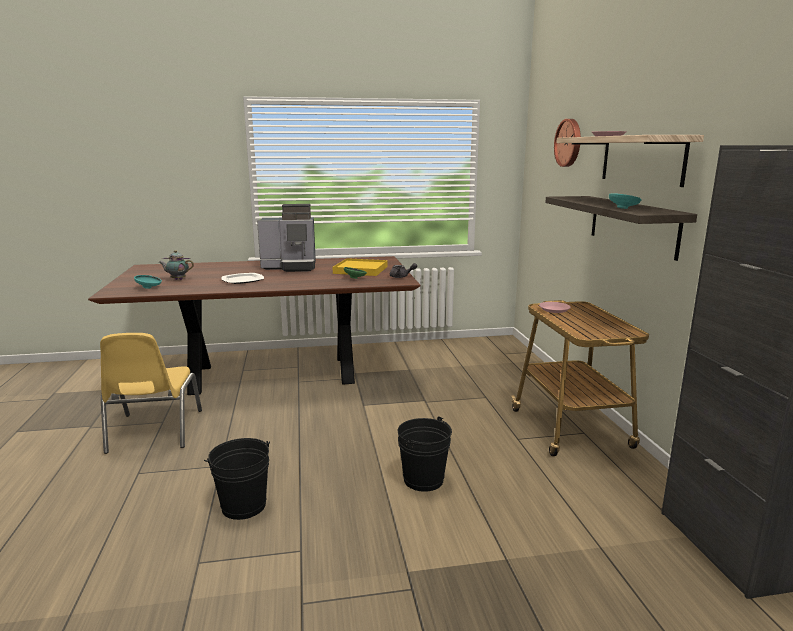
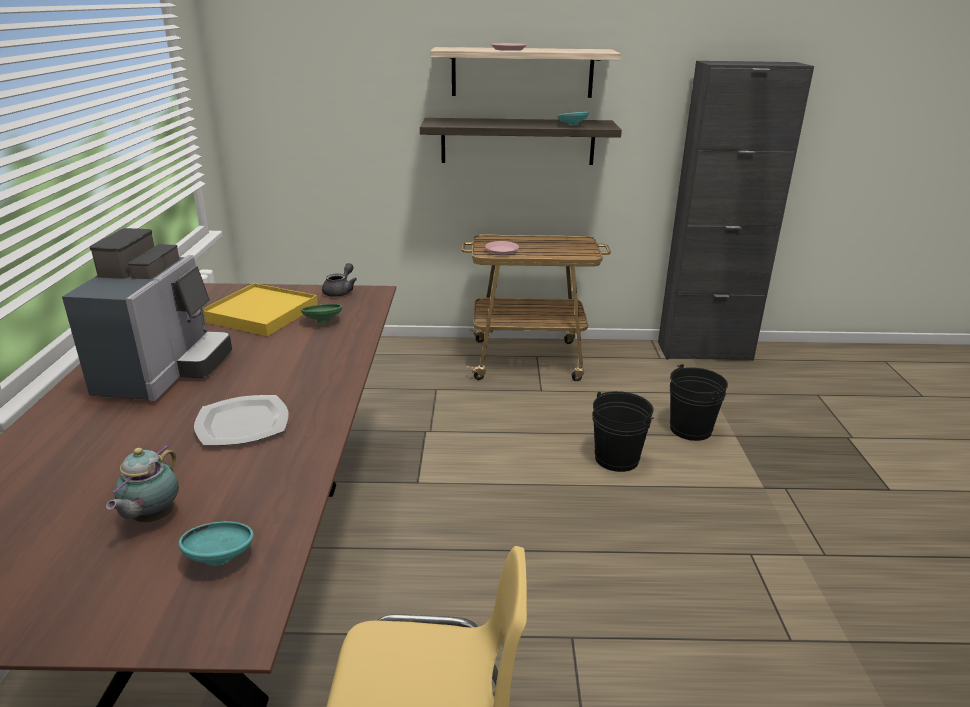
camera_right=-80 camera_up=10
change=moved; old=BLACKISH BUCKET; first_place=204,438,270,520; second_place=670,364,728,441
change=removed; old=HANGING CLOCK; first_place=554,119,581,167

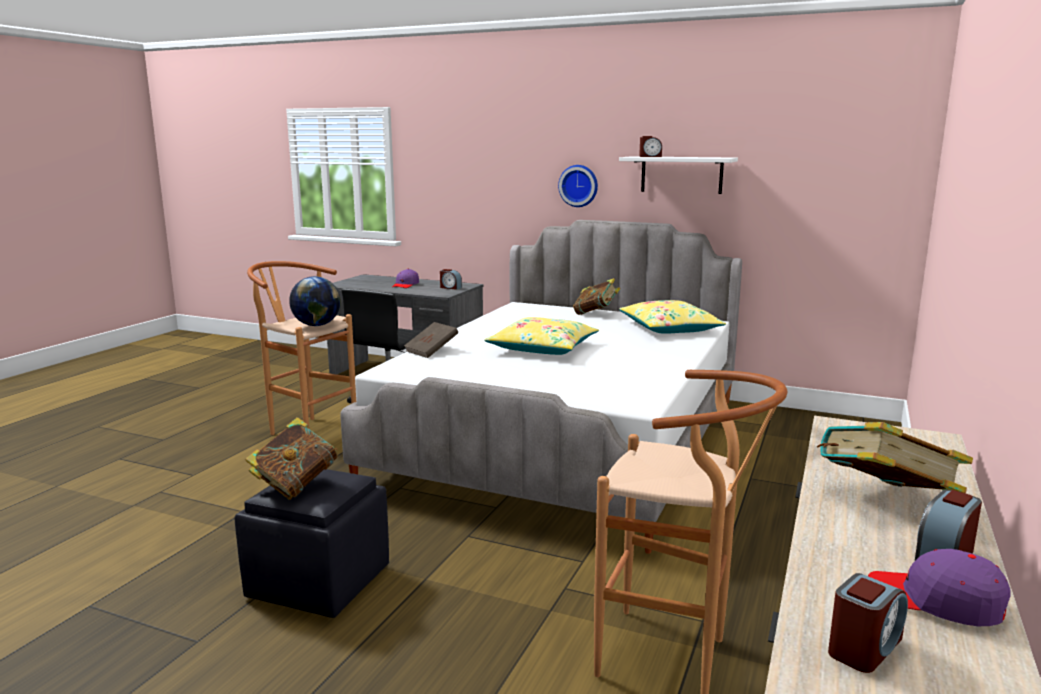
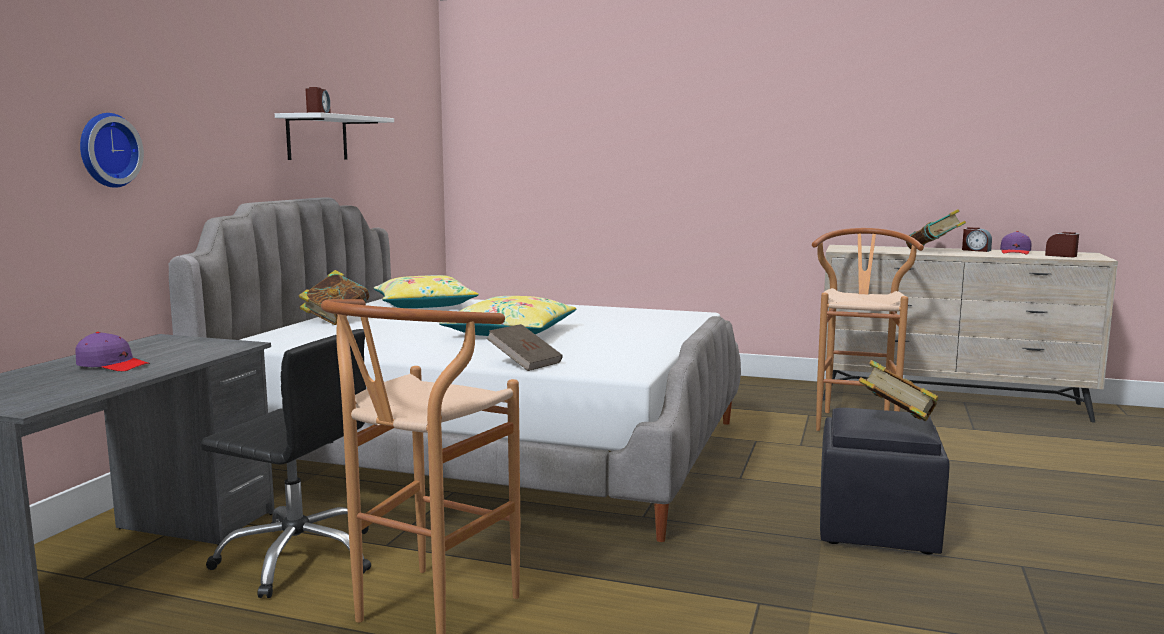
camera_right=-95 camera_up=-5
change=moved; old=HANGING CLOCK; first_place=558,165,598,207; second_place=80,113,144,188
change=removed; old=DESK GLOBE; first_place=289,276,341,326
change=removed; old=BEDSIDE CLOCK; first_place=440,269,462,290

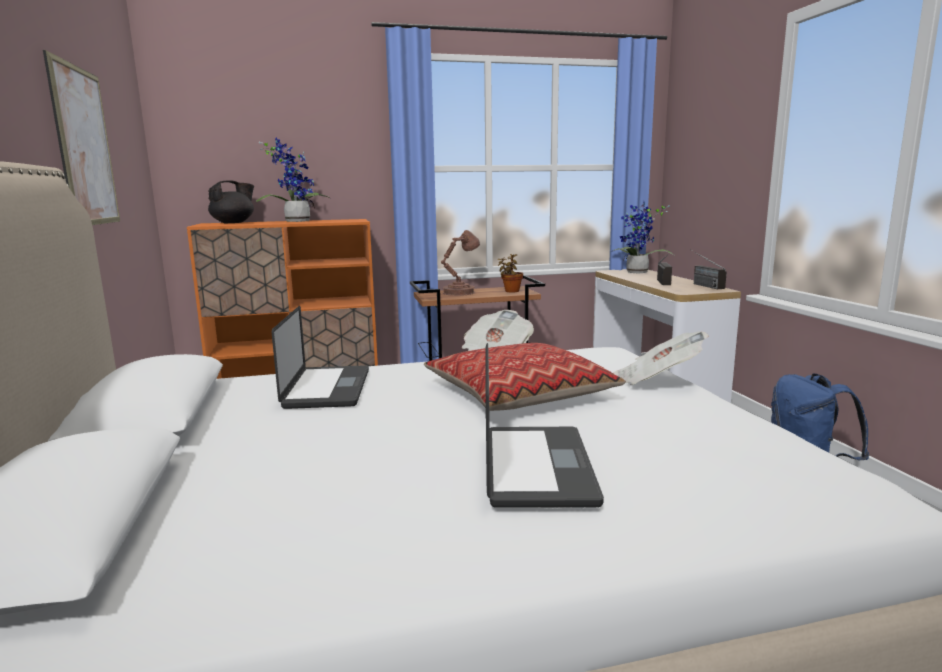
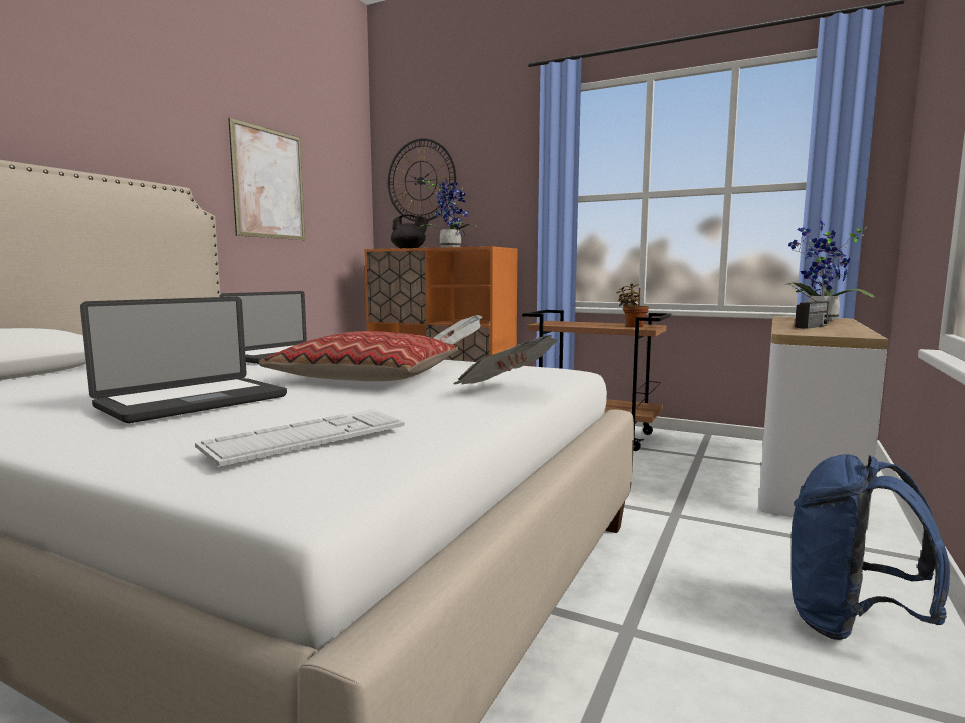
camera_right=40 camera_up=-5
change=added; new=PC KEYBOARD; second_place=195,409,405,467
change=added; new=HANGING CLOCK; second_place=388,138,456,222
change=removed; old=BROWNISH TABLE LAMP; first_place=441,230,480,296
change=removed; old=RADIO; first_place=690,249,727,289

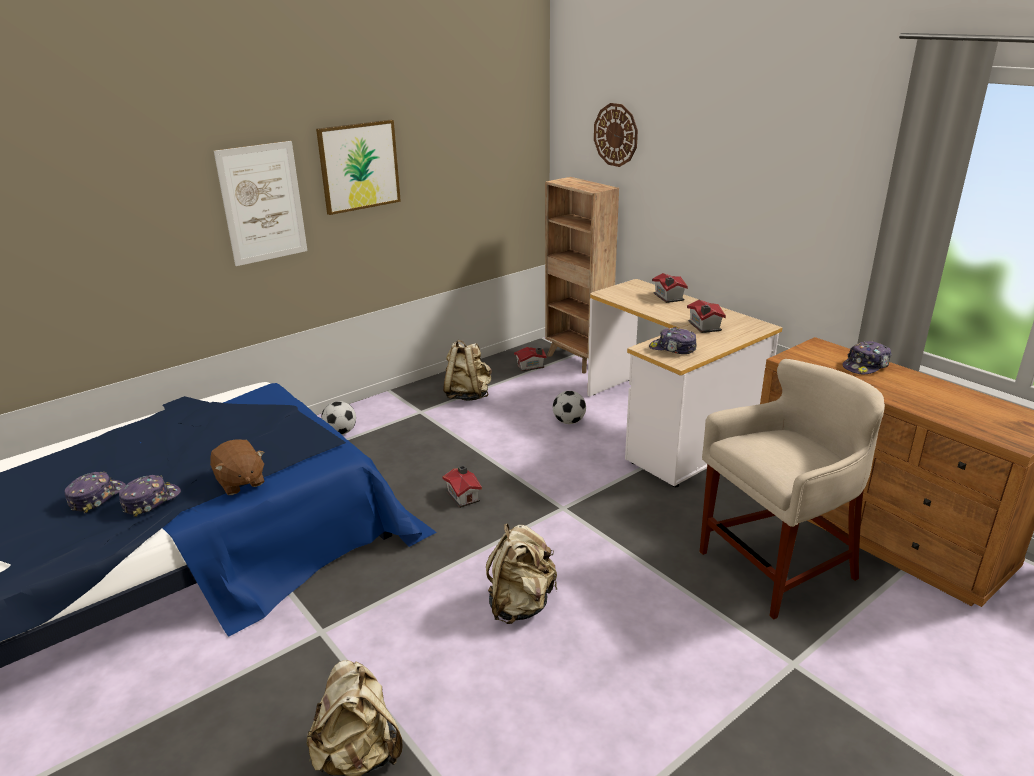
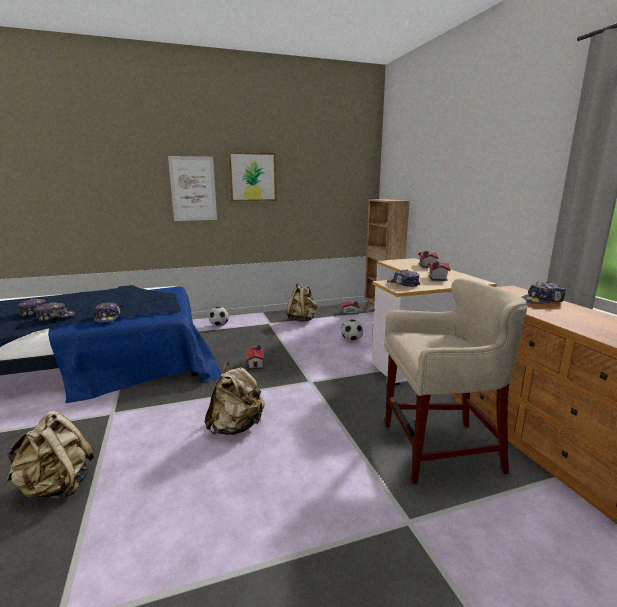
camera_right=20 camera_up=-10
change=replaced; old=BROWNISH PLUSH TOY; new=BASEBALL CAP; first_place=210,440,265,495; second_place=93,302,121,323
change=removed; old=HANGING CLOCK; first_place=594,103,638,167

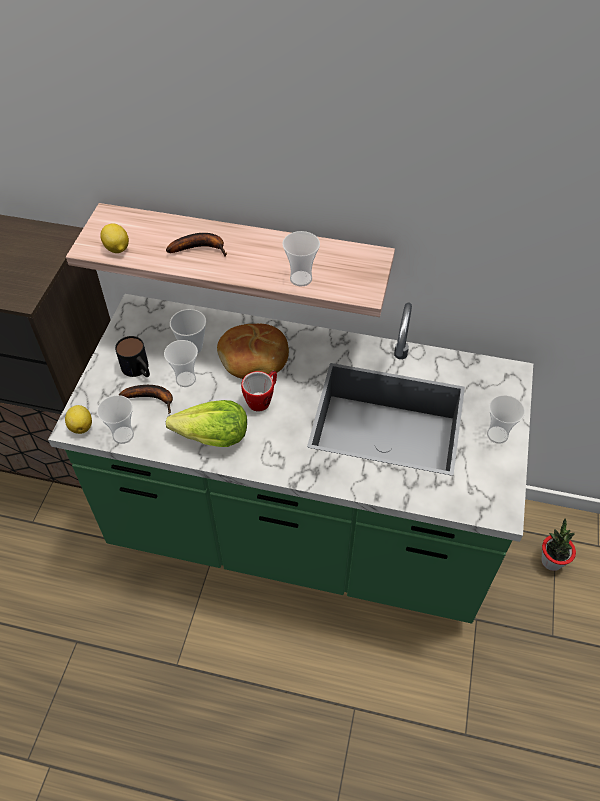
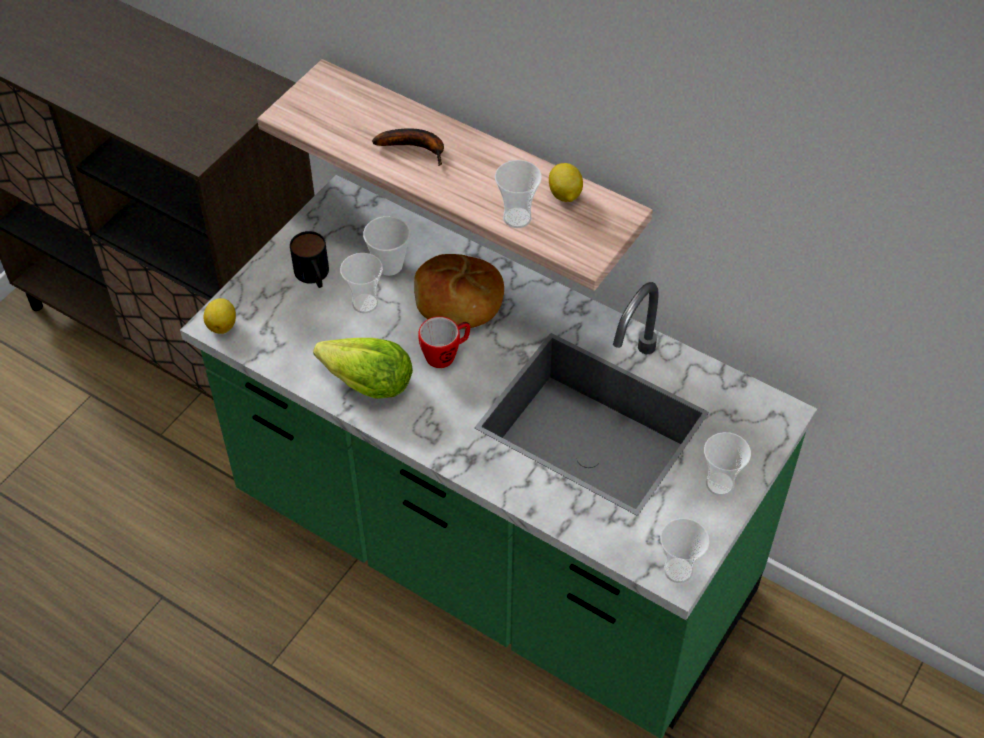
camera_right=20 camera_up=0
change=moved; old=CITRUS FRUIT; first_place=100,224,129,253; second_place=549,163,583,202
change=moved; old=CUP; first_place=97,395,134,444; second_place=660,518,710,583
change=removed; old=BANANA; first_place=119,385,173,414
change=removed; old=HOUSEPLANT; first_place=542,518,576,571

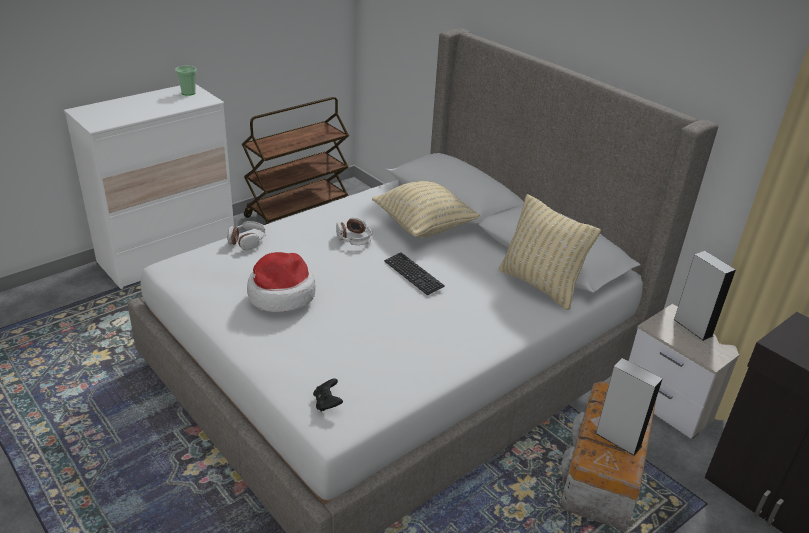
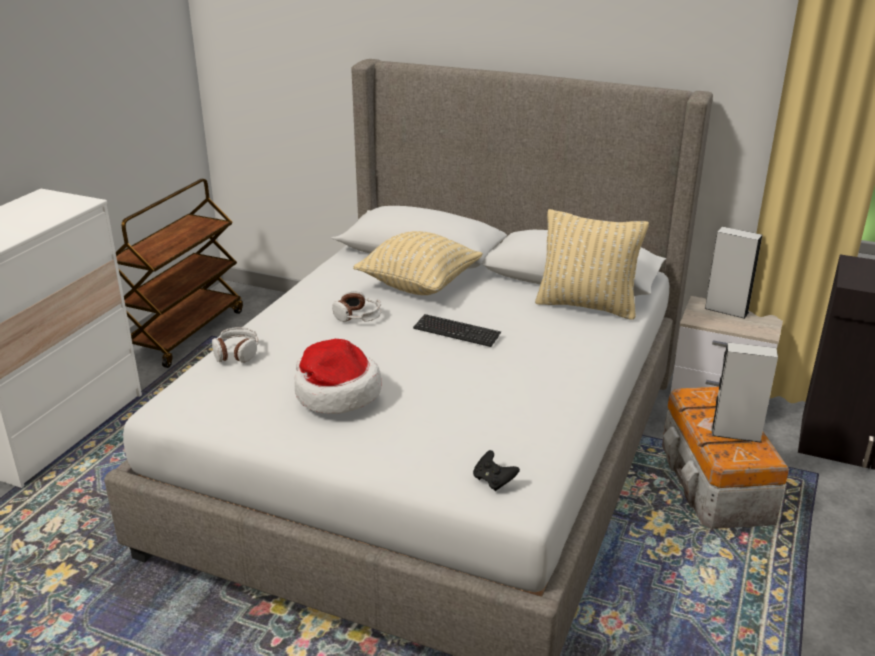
camera_right=-25 camera_up=-5
change=removed; old=CUP; first_place=175,66,197,96

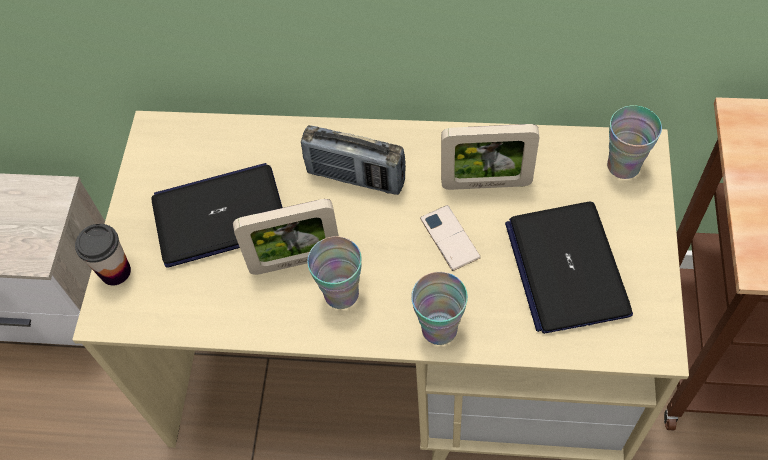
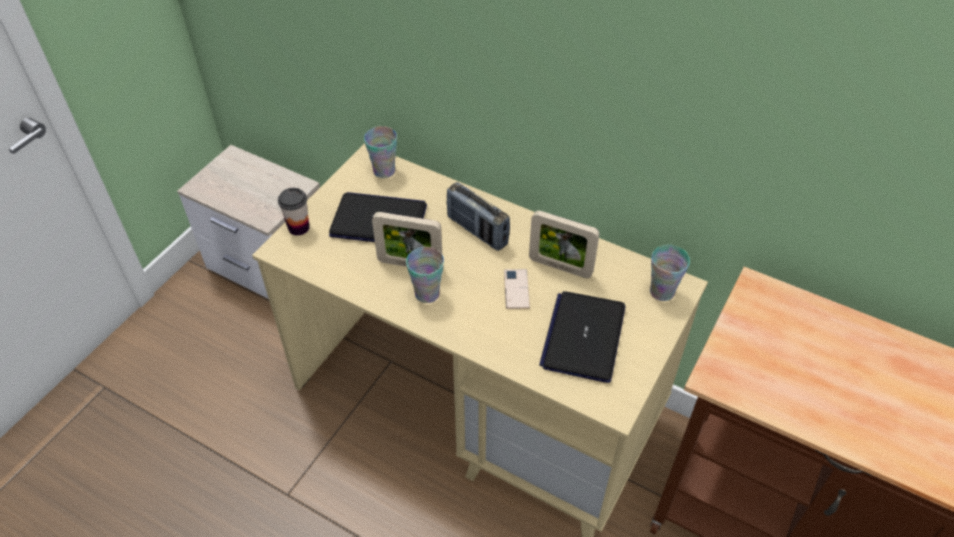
camera_right=20 camera_up=-10
change=moved; old=CUP; first_place=411,272,468,345; second_place=364,126,397,178

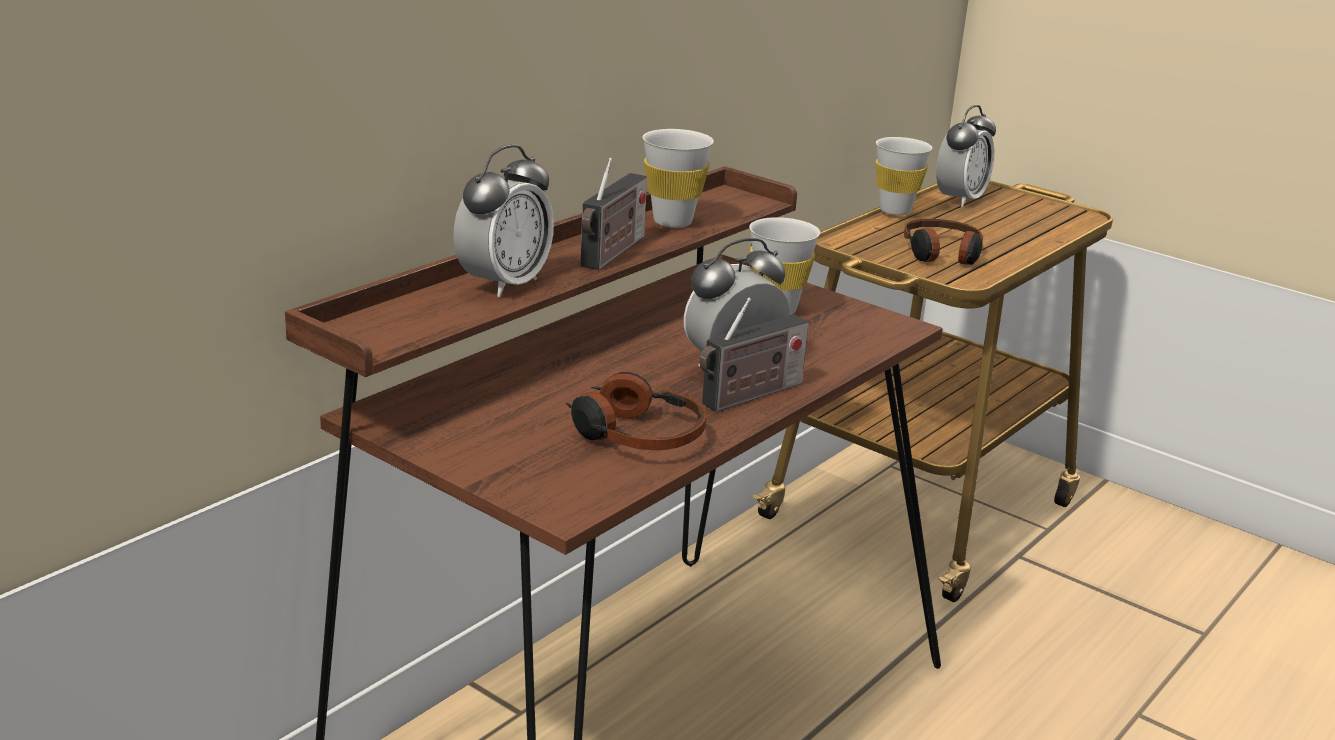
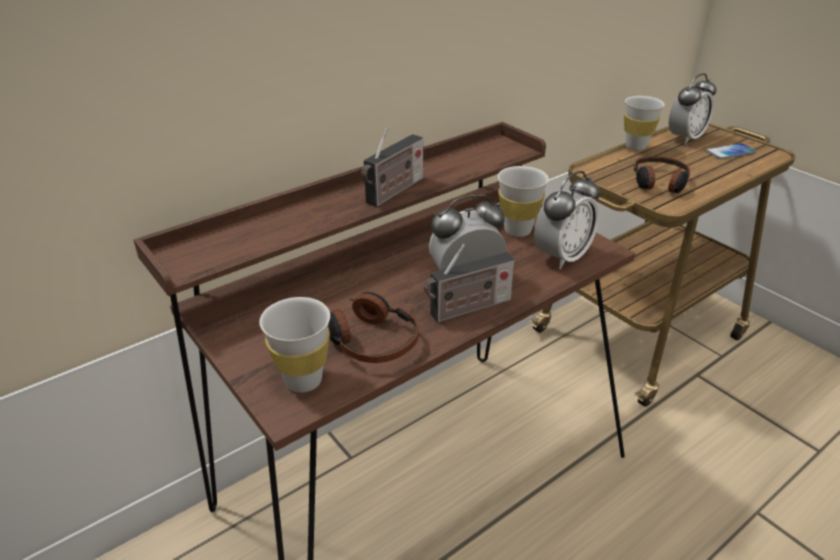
camera_right=15 camera_up=10
change=moved; old=WHITE CUP; first_place=643,129,714,228; second_place=259,297,330,393
change=moved; old=BEDSIDE CLOCK; first_place=454,144,554,297; second_place=534,171,600,269
change=added; new=PHONE; second_place=706,143,756,159

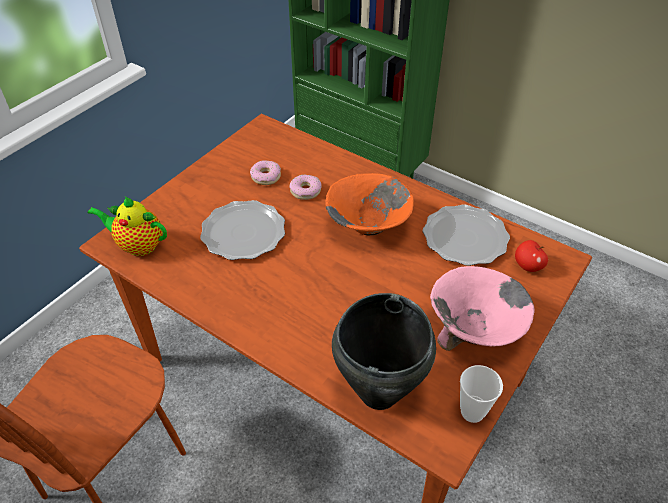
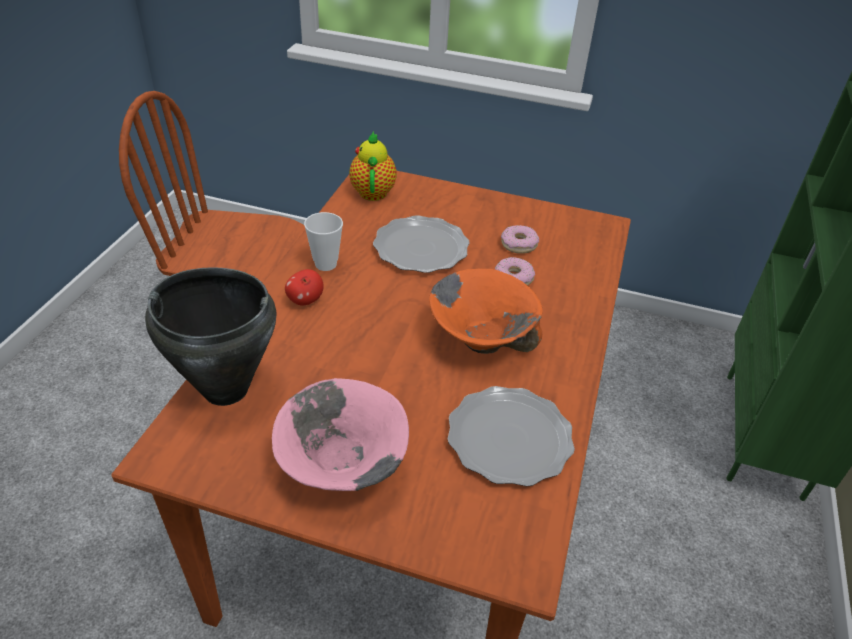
camera_right=70 camera_up=-5
change=moved; old=WHOLE APPLE; first_place=515,240,548,272; second_place=285,269,324,305
change=moved; old=CUP; first_place=460,365,503,423; second_place=304,212,343,271

